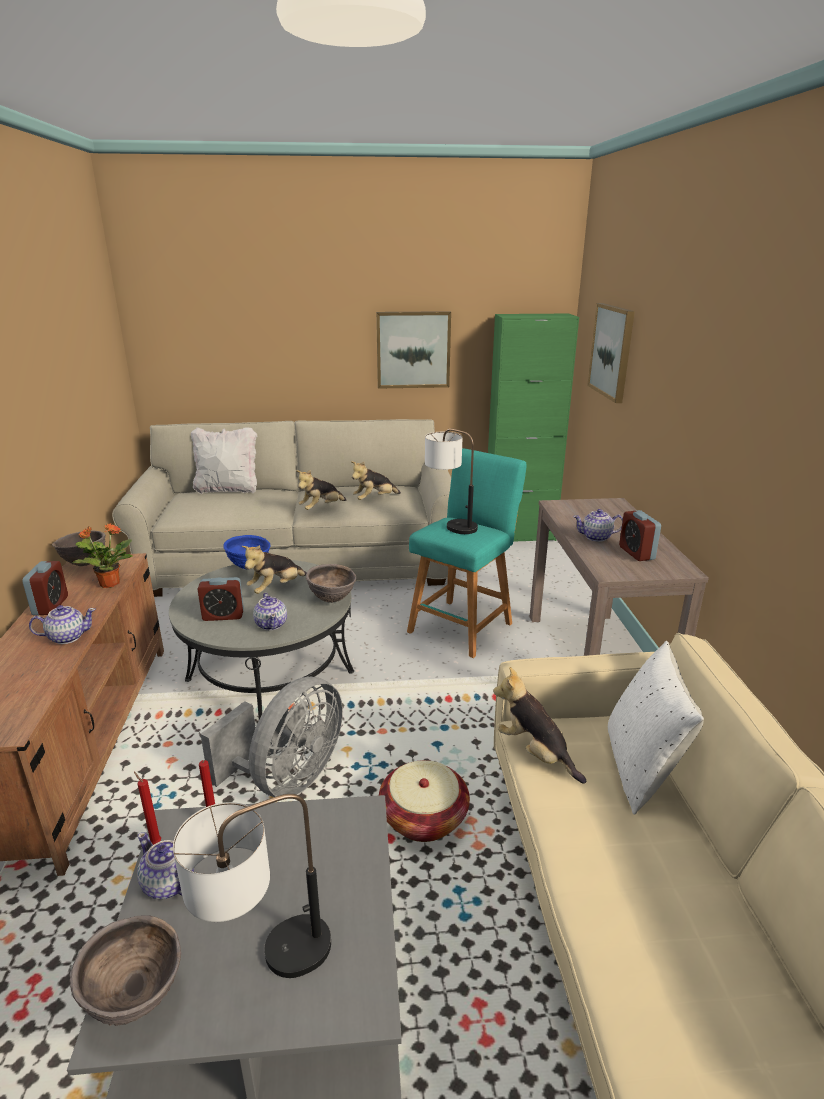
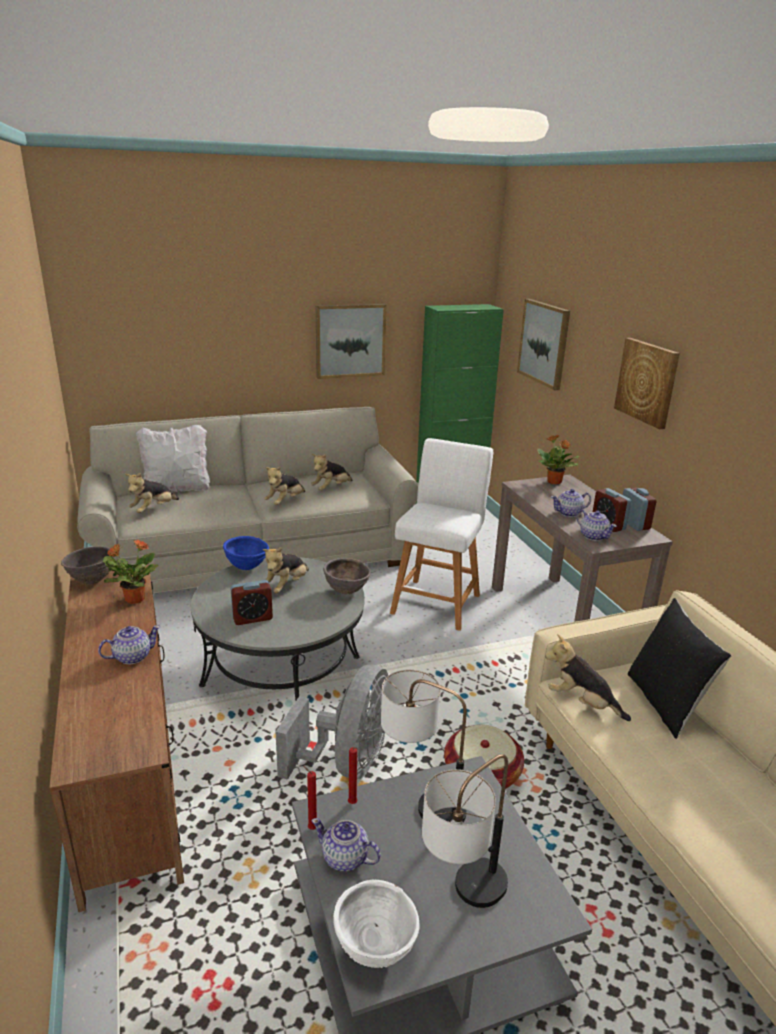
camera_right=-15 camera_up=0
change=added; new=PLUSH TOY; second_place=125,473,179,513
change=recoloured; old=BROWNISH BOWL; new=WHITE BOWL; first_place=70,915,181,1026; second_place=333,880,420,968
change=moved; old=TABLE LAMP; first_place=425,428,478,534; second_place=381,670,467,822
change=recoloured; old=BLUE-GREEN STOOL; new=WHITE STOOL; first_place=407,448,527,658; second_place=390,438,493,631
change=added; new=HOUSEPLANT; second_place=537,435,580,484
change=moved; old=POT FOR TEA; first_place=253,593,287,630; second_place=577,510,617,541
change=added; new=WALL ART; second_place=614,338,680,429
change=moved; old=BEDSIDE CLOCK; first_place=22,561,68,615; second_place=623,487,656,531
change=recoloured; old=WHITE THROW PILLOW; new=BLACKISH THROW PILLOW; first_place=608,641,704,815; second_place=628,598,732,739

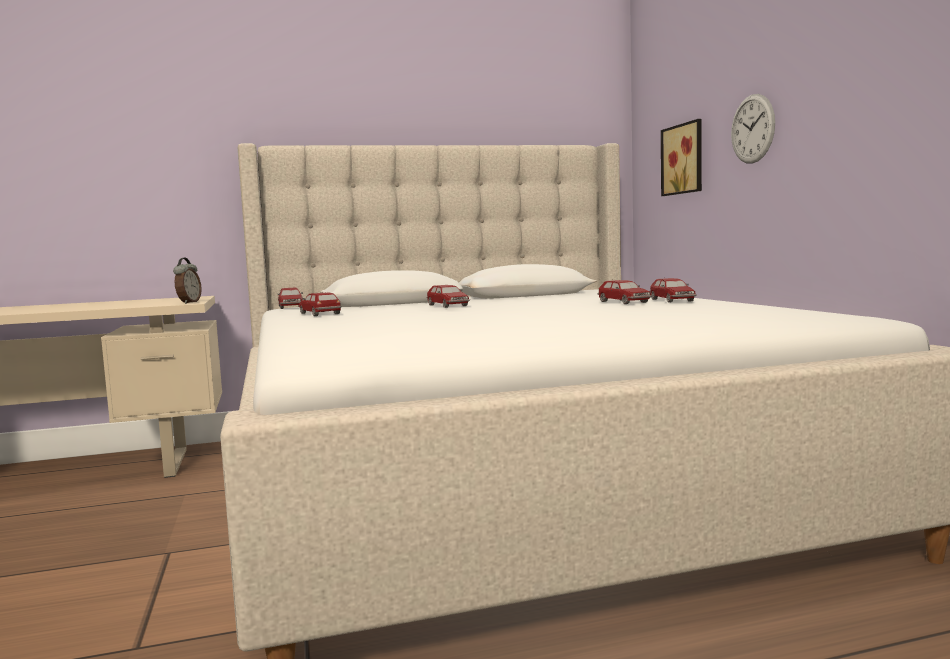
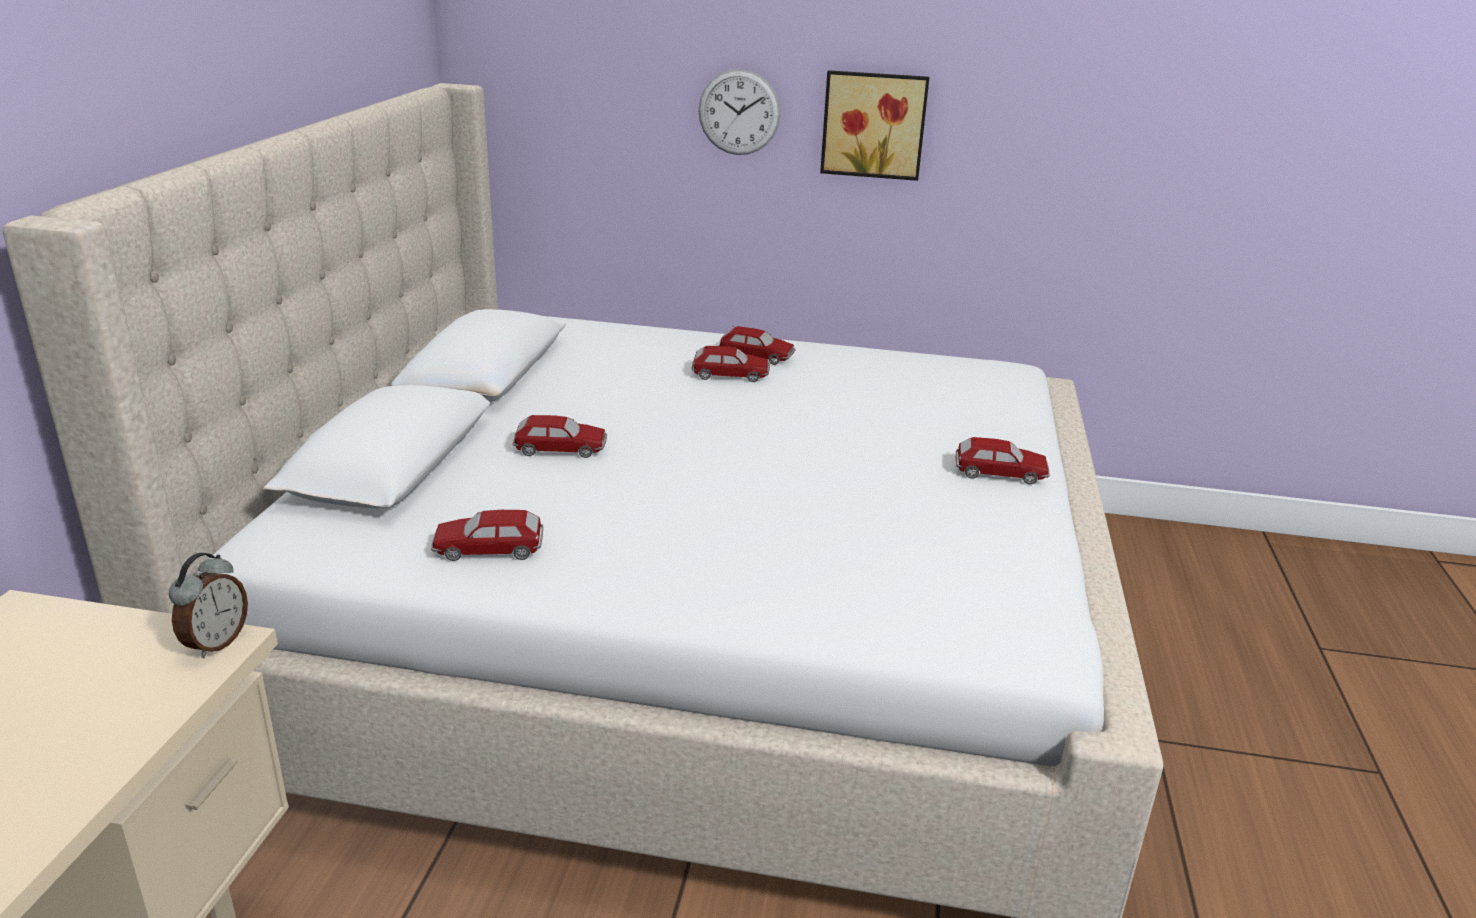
camera_right=-65 camera_up=20
change=turned; old=BEDSIDE CLOCK; first_place=173,257,202,304; second_place=169,553,248,658; degrees=75
change=moved; old=WALL ART; first_place=661,119,702,196; second_place=820,70,929,181
change=moved; old=MODEL CAR; first_place=278,287,303,309; second_place=956,437,1050,484

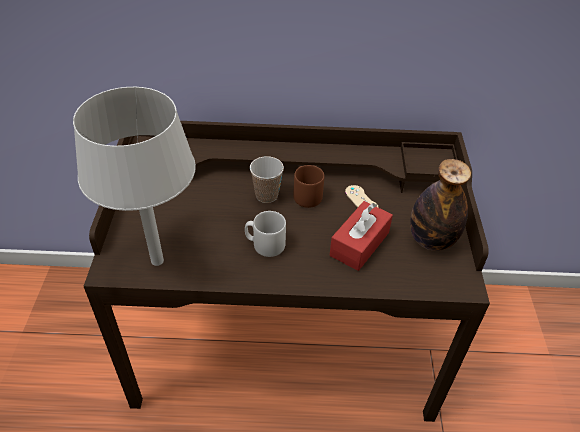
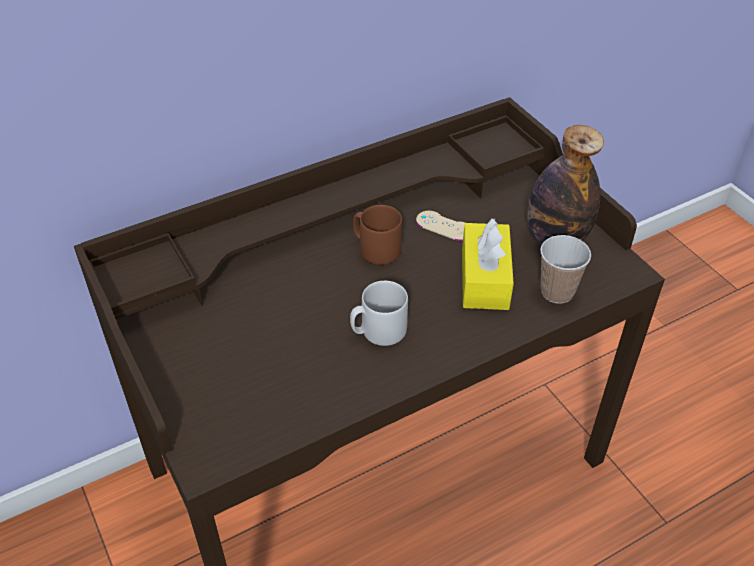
camera_right=-30 camera_up=0
change=recoloured; old=RED TISSUE BOX; new=YELLOWISH TISSUE BOX; first_place=330,201,393,271; second_place=462,218,514,310
change=moved; old=CUP; first_place=250,156,284,203; second_place=540,235,591,304
change=removed; old=GREYISH TABLE LAMP; first_place=73,87,196,266

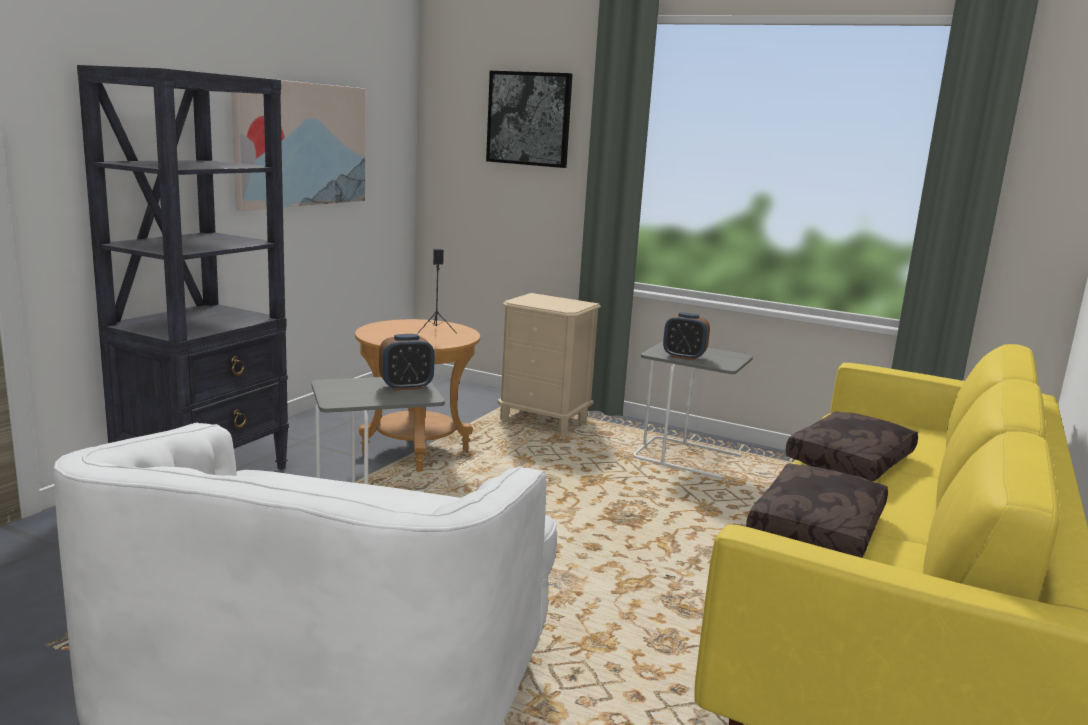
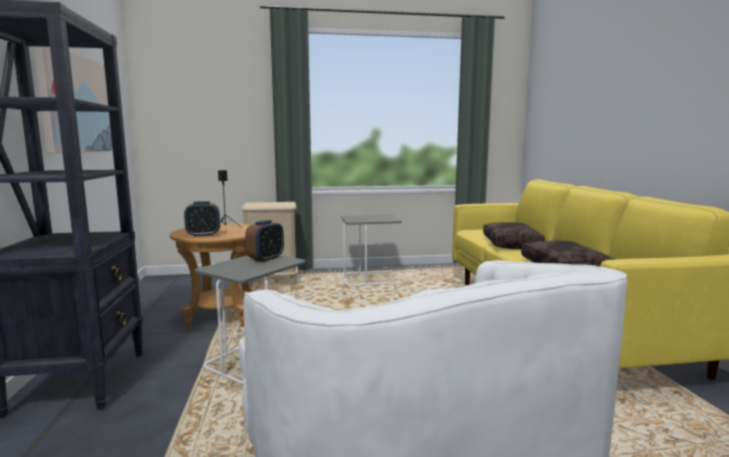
camera_right=-35 camera_up=-5
change=moved; old=BEDSIDE CLOCK; first_place=663,312,710,360; second_place=184,201,220,237
change=removed; old=WALL ART; first_place=486,71,572,168

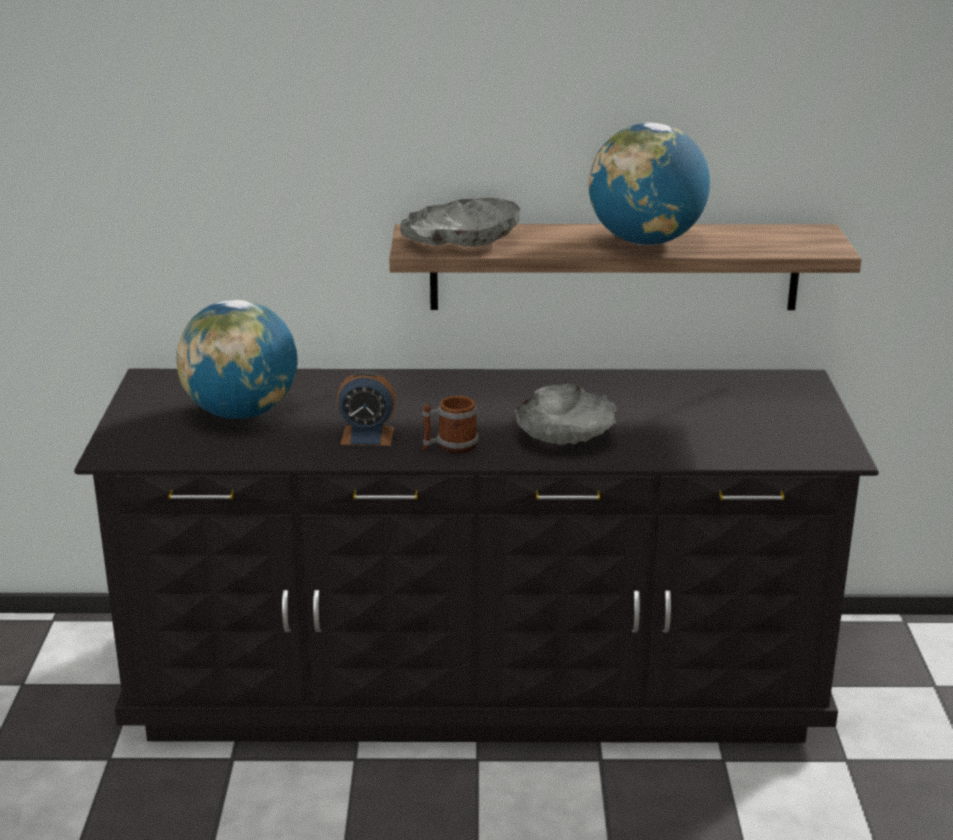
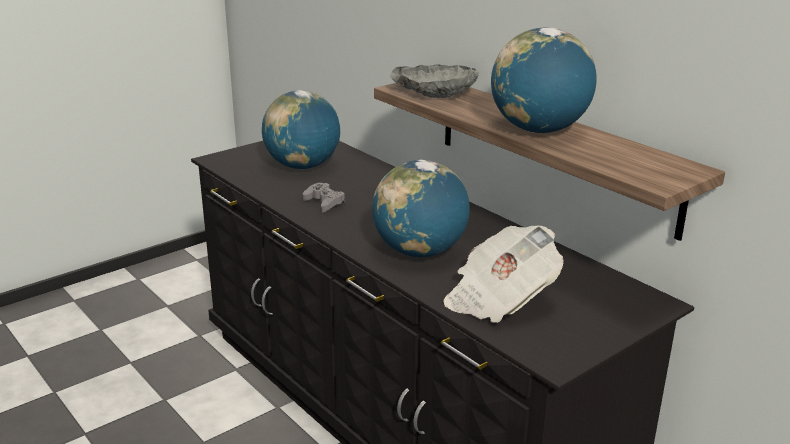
camera_right=50 camera_up=0
change=replaced; old=BEDSIDE CLOCK; new=GREYISH GAMEPAD; first_place=337,369,396,446; second_place=303,183,345,212
change=replaced; old=GREYISH BOWL; new=DESK GLOBE; first_place=515,383,616,445; second_place=372,160,470,257
change=added; new=PRINTED PAPER; second_place=443,225,564,323
change=removed; old=COFFEE MUG; first_place=422,396,478,454

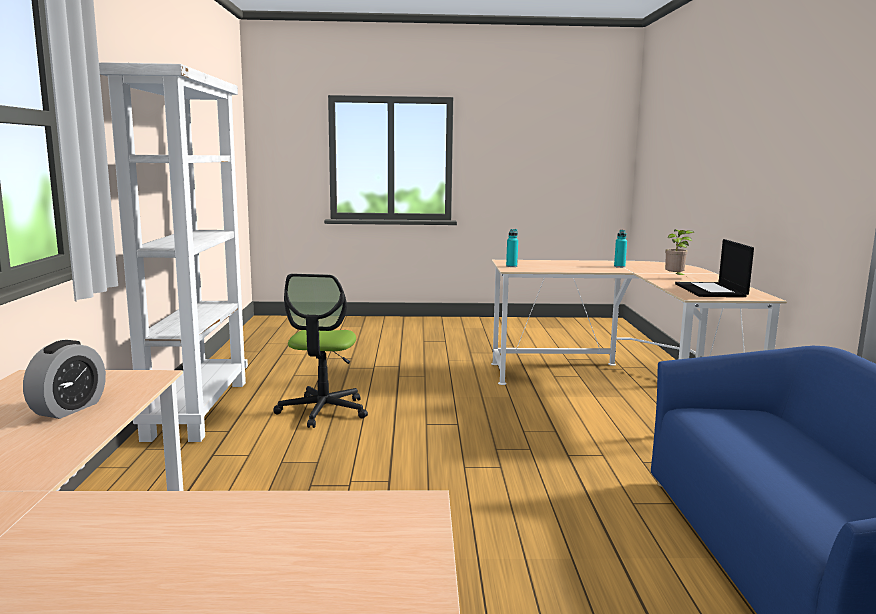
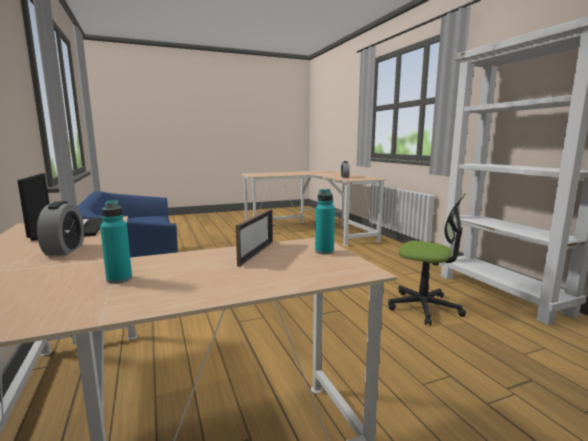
camera_right=160 camera_up=0
change=replaced; old=HOUSEPLANT; new=BEDSIDE CLOCK; first_place=665,229,694,275; second_place=37,201,84,256
change=added; new=PHOTO FRAME; second_place=236,209,273,267
change=turned; old=COMPUTER CHAIR; first_place=273,274,368,428; second_place=388,193,466,325; degrees=135

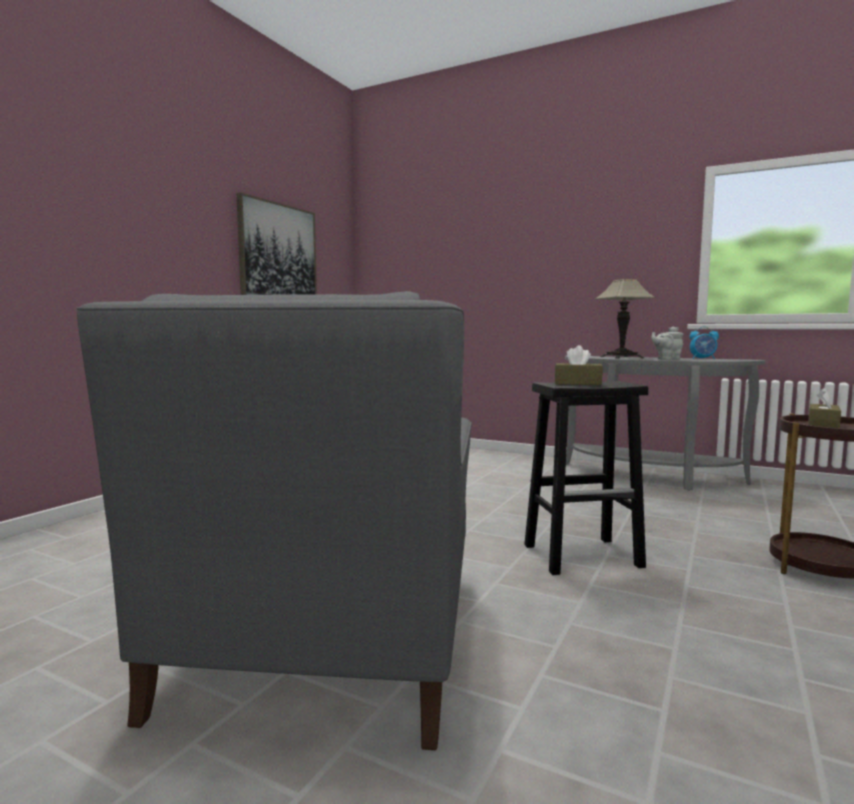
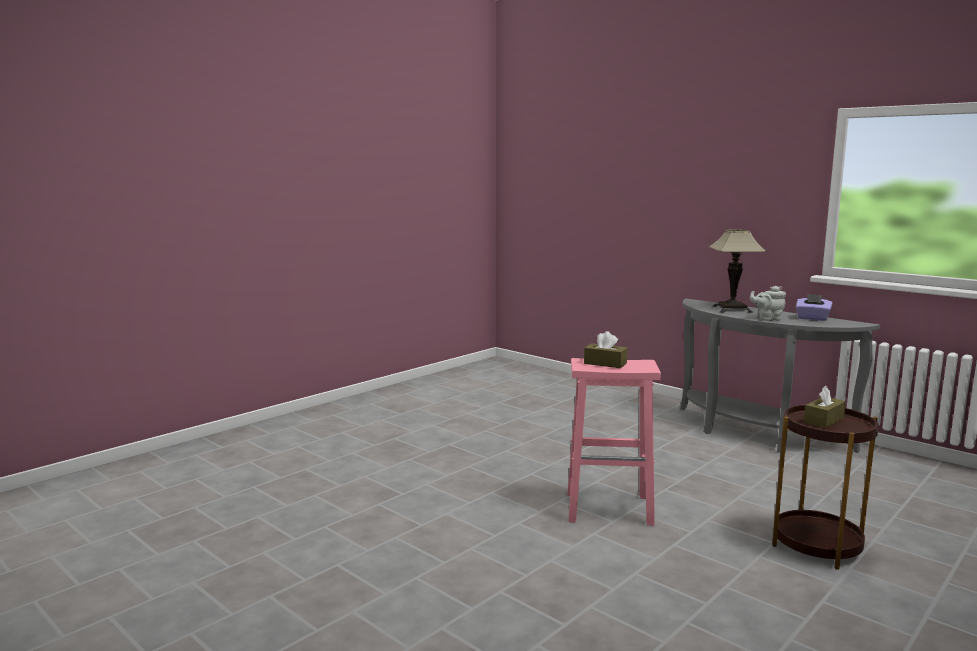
camera_right=15 camera_up=5
change=recoloured; old=BLACKISH STOOL; new=PINK STOOL; first_place=524,381,648,575; second_place=567,358,661,526
change=replaced; old=BEDSIDE CLOCK; new=PURPLE TISSUE BOX; first_place=689,327,719,359; second_place=796,294,832,321
change=removed; old=GREYISH LOUNGE CHAIR; first_place=77,291,472,750
change=removed; old=WALL ART; first_place=236,193,317,295

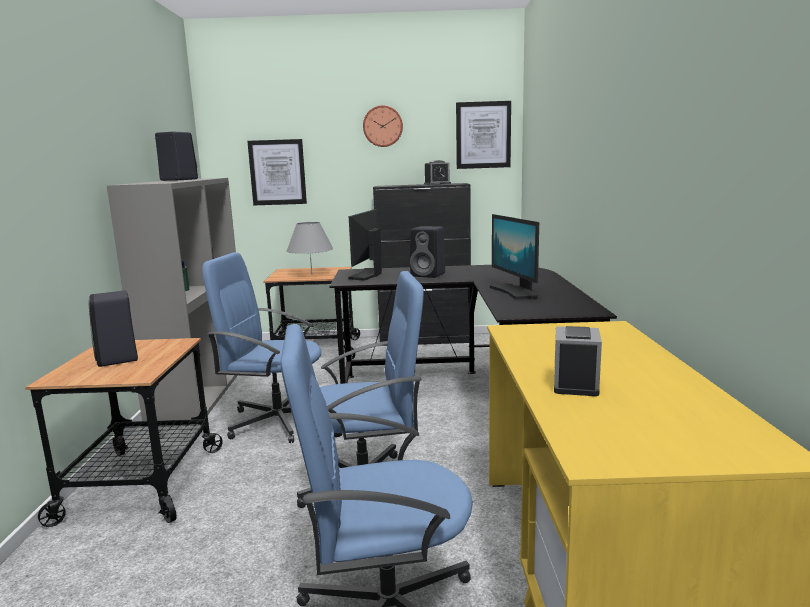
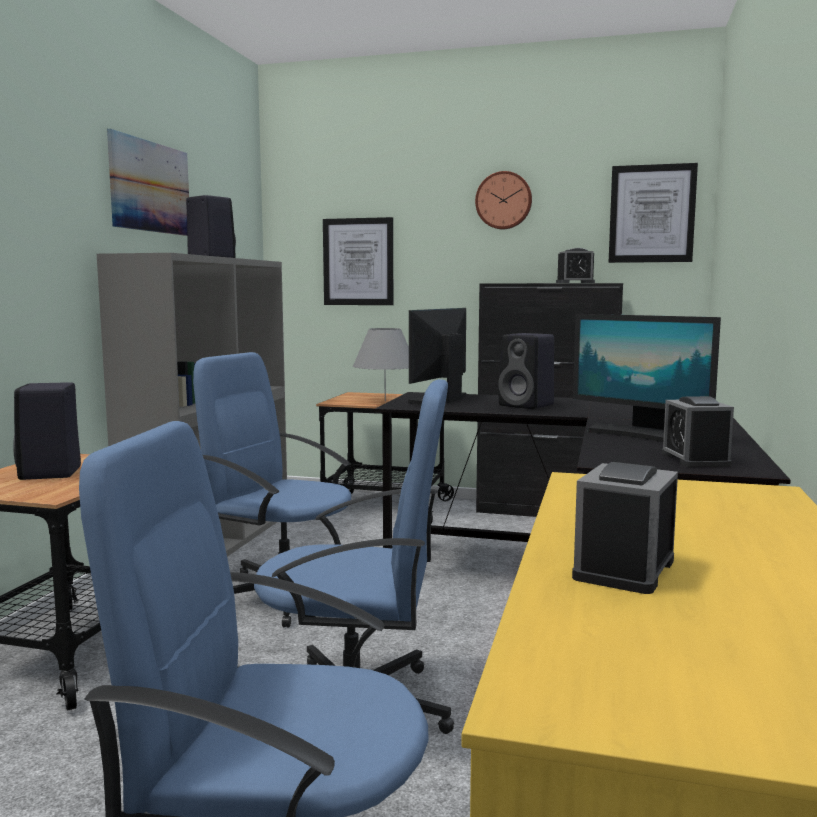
camera_right=15 camera_up=-5
change=added; new=WALL ART; second_place=107,129,189,236
change=turned; old=COMPUTER SCREEN; first_place=489,214,539,300; second_place=573,314,721,442; degrees=-45
change=added; new=BEDSIDE CLOCK; second_place=662,396,734,468

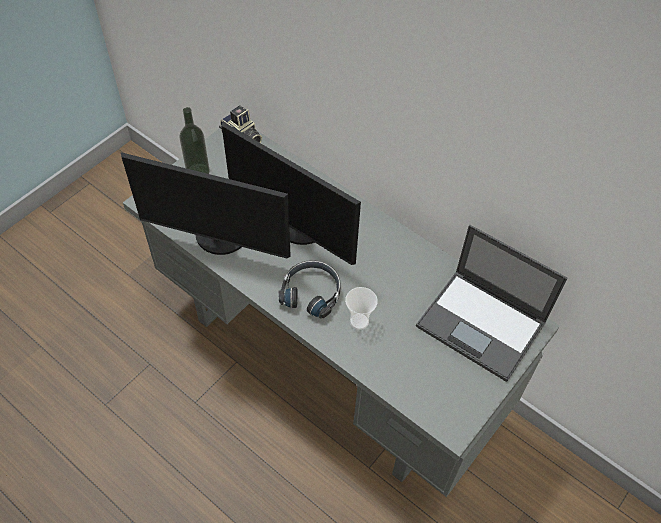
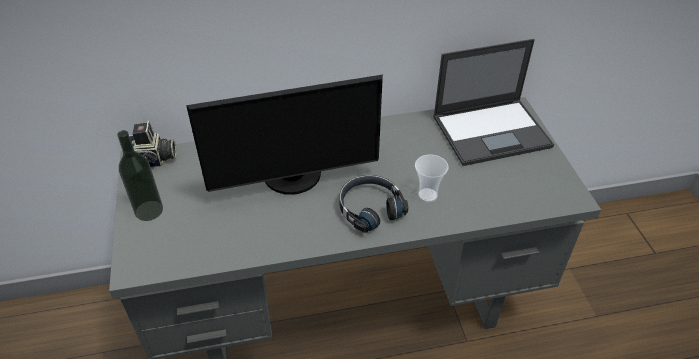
camera_right=-50 camera_up=-10
change=removed; old=COMPUTER SCREEN; first_place=121,152,291,258

